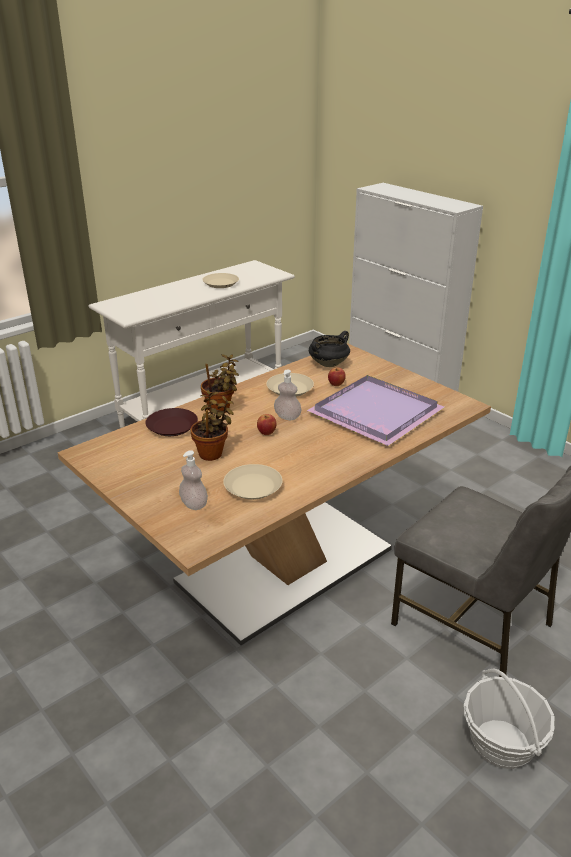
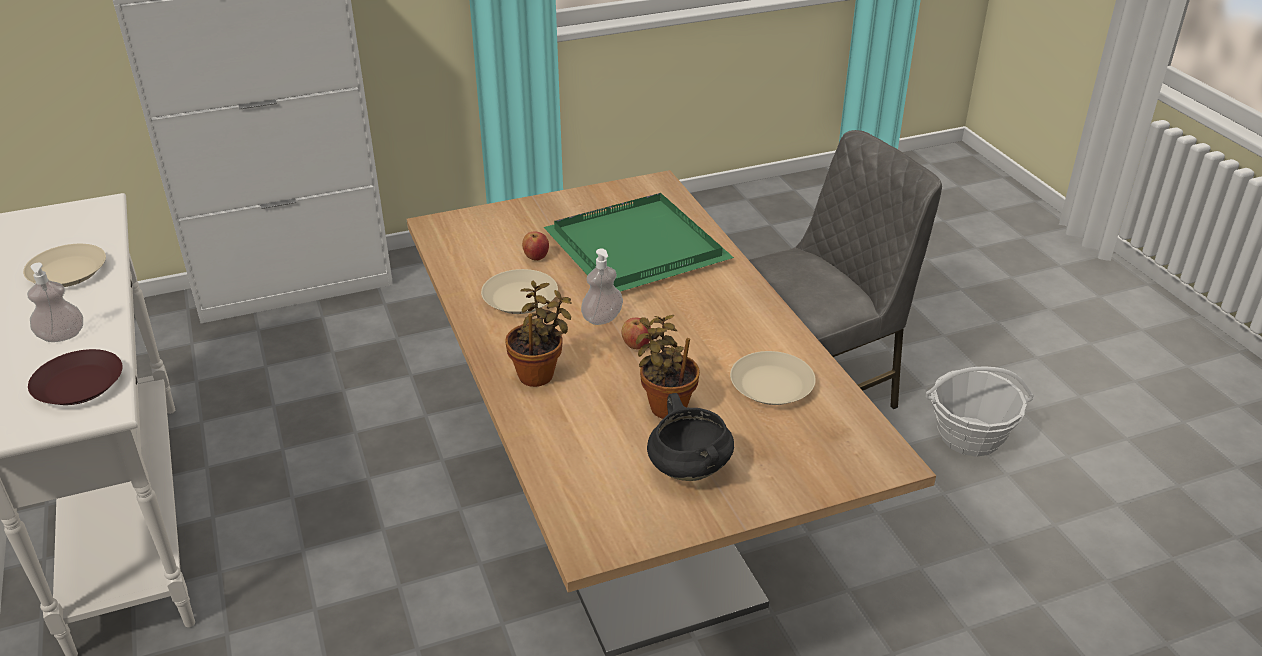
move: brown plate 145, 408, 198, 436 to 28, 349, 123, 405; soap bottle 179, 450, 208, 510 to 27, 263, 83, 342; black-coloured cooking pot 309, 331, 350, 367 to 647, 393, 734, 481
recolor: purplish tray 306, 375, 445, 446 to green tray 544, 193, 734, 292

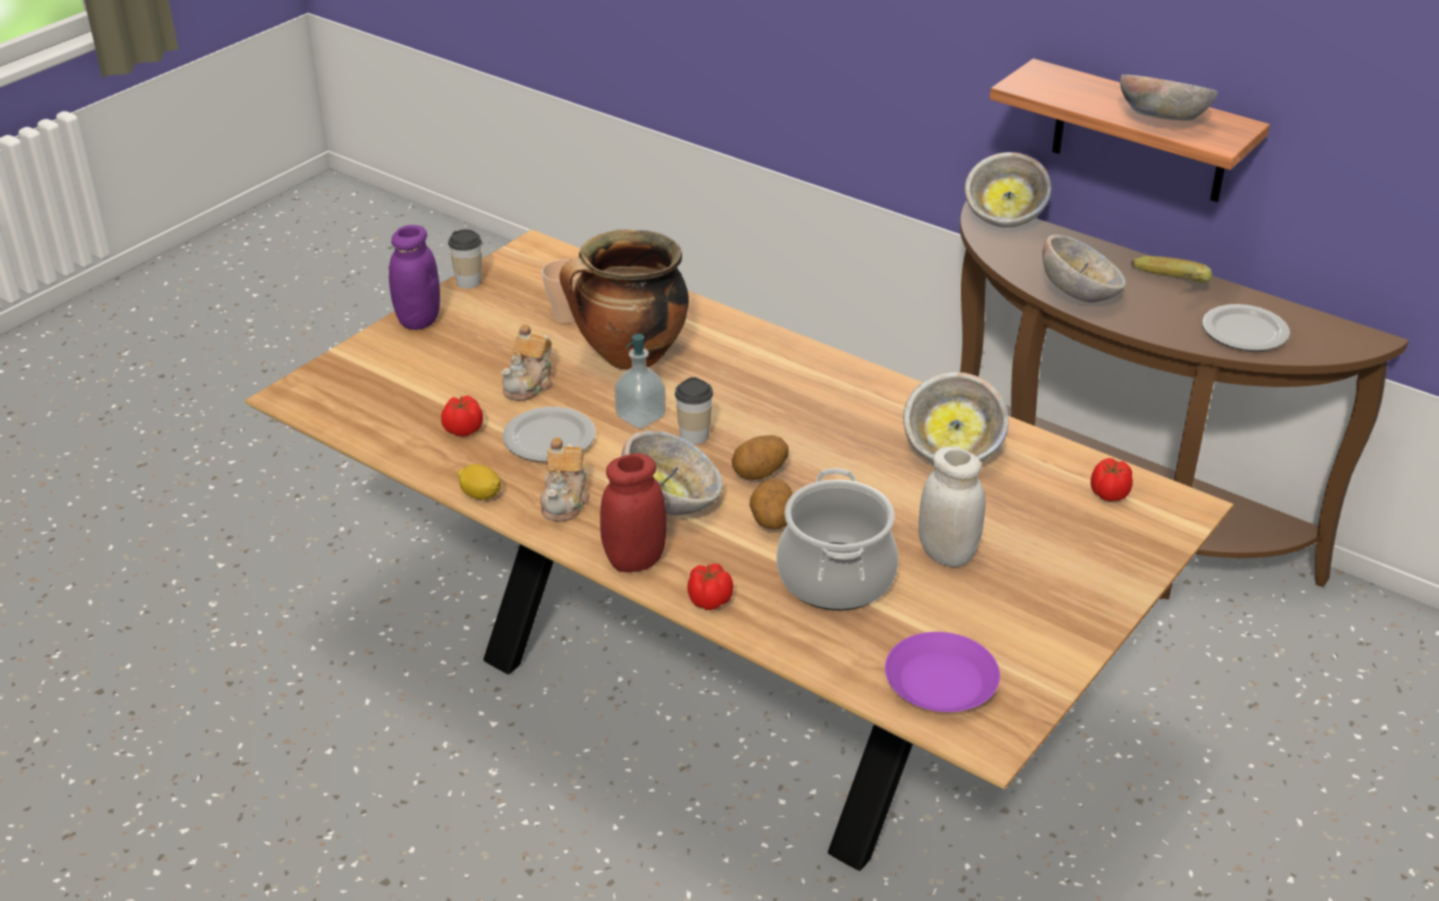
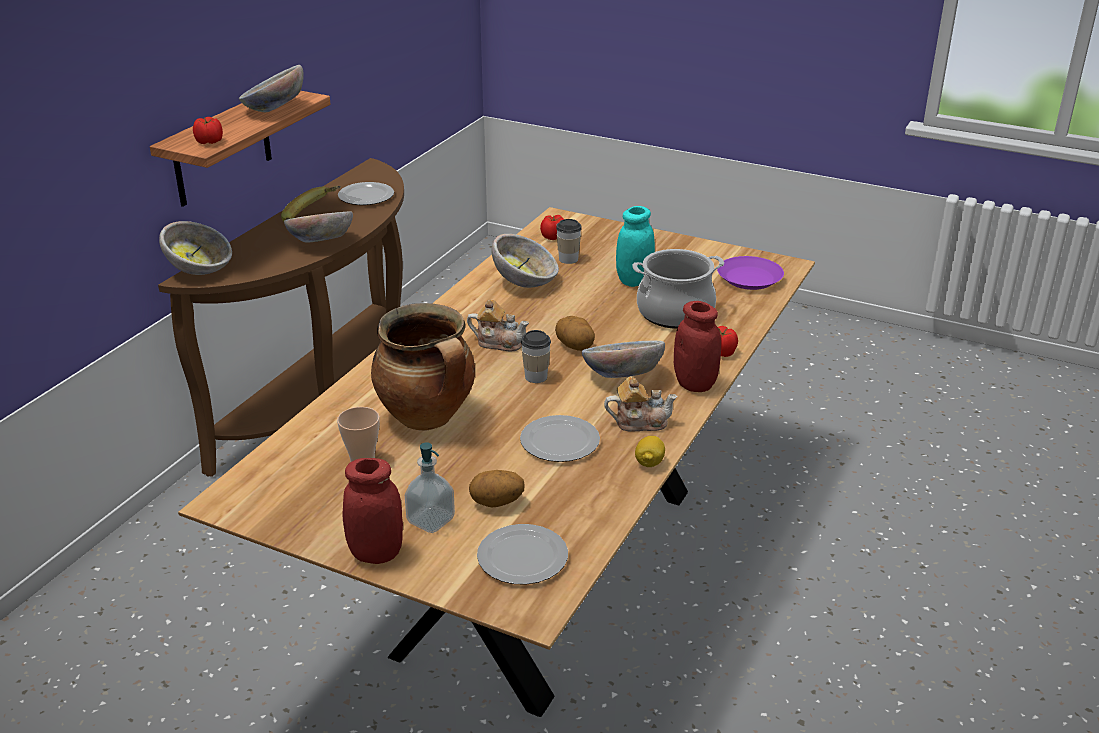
insert: plate 477, 524, 568, 585
move: fresh tomato 441, 395, 483, 437 to 193, 117, 223, 144; small cup 448, 229, 482, 289 to 556, 219, 582, 264; tea pot 501, 324, 553, 401 to 467, 299, 529, 351; soap bottle 614, 334, 666, 429 to 405, 443, 455, 533; whole potato 749, 478, 793, 529 to 469, 470, 524, 508
recolor: purplish storage jar 389, 225, 440, 330 to red-coloured storage jar 343, 458, 403, 564; white-coloured storage jar 919, 446, 986, 567 to blue-green storage jar 616, 206, 655, 287

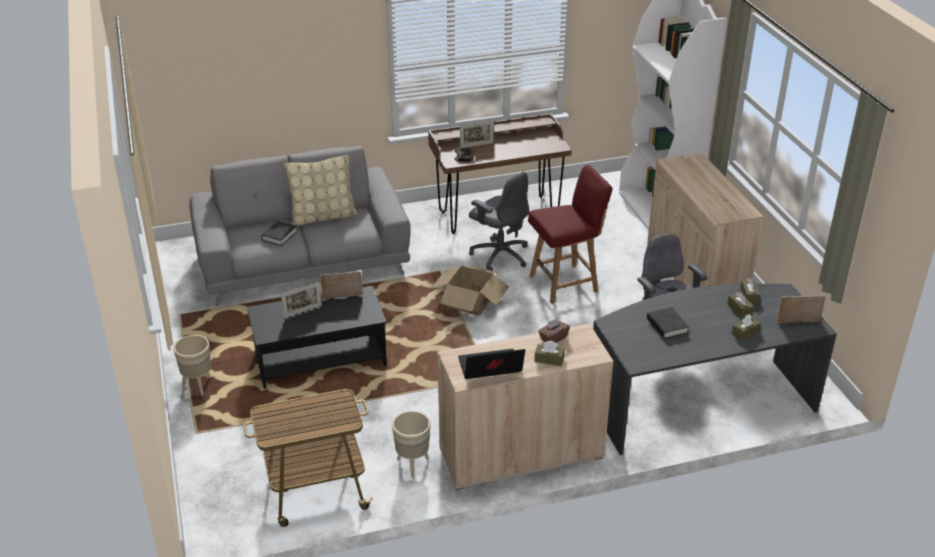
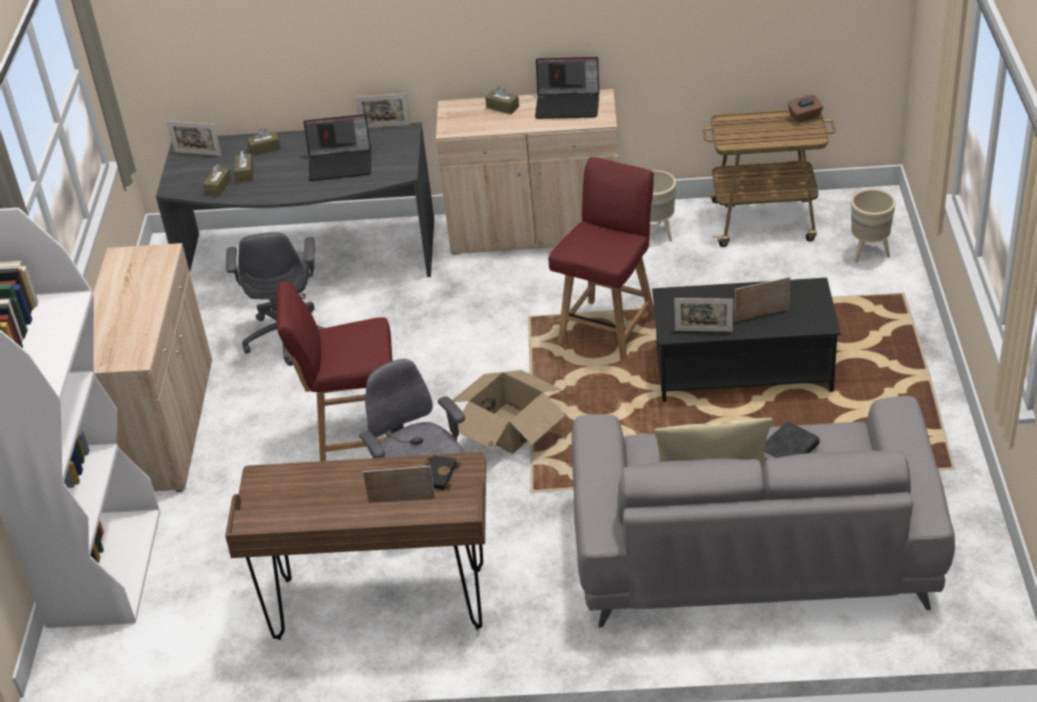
insert: standing frame 355, 94, 411, 128; red-coloured upright chair 548, 157, 655, 362
move: beige-coloured flower pot 173, 335, 211, 396 to 851, 189, 896, 263; brown tissue holder 538, 318, 570, 343 to 788, 95, 823, 123
replace: black-coloured bound book 647, 307, 689, 339 to notebook computer 303, 114, 371, 181

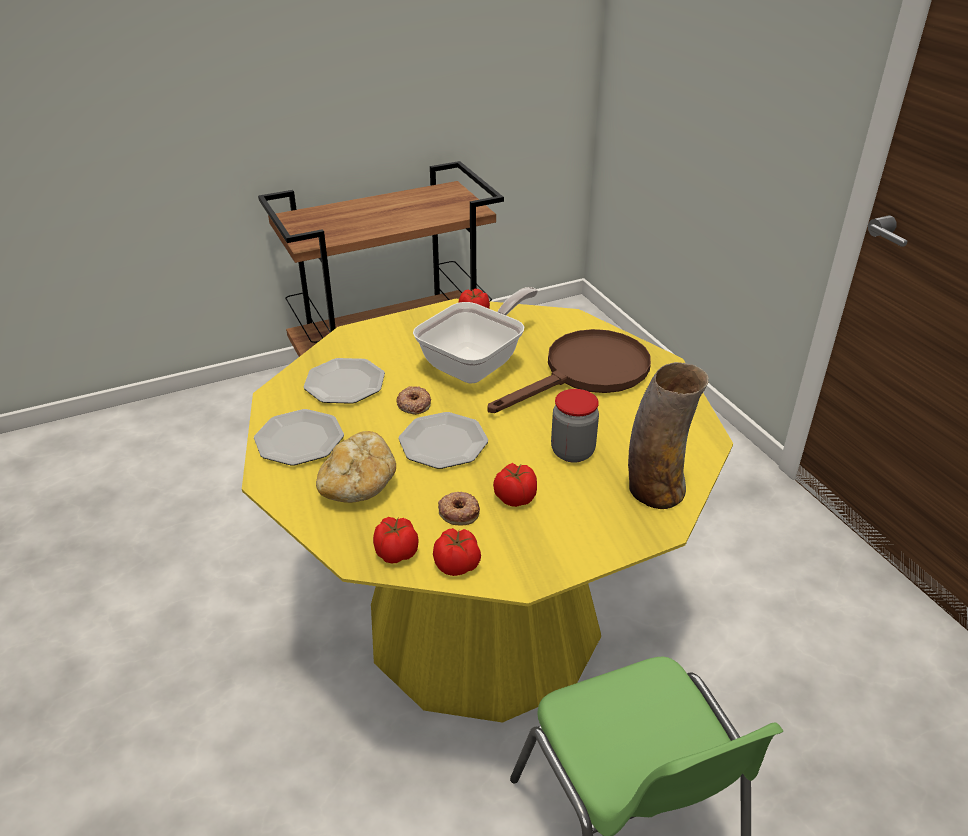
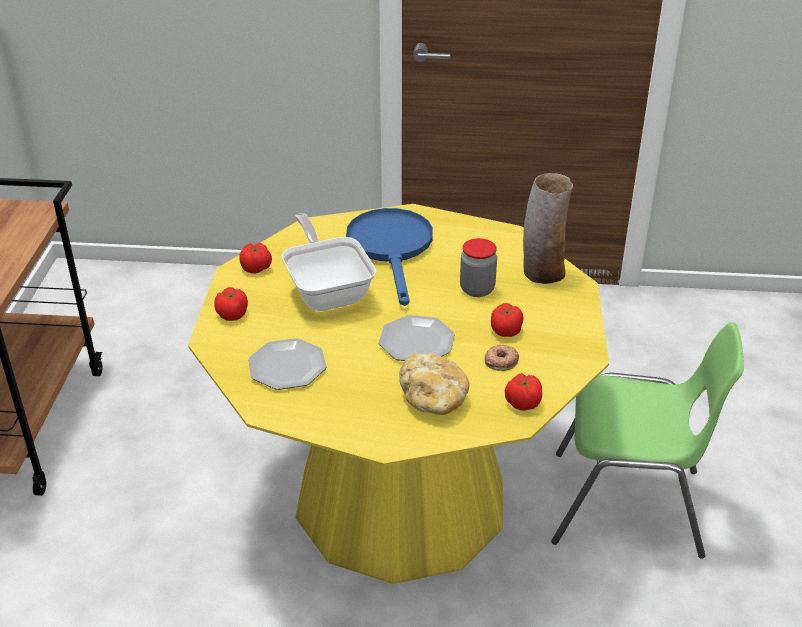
delete: plate 254, 409, 344, 465; donut 396, 386, 431, 415
move: fresh tomato 433, 528, 481, 576 to 214, 287, 248, 321
recolor: brown frying pan 487, 329, 651, 413 to bluish frying pan 346, 208, 433, 306

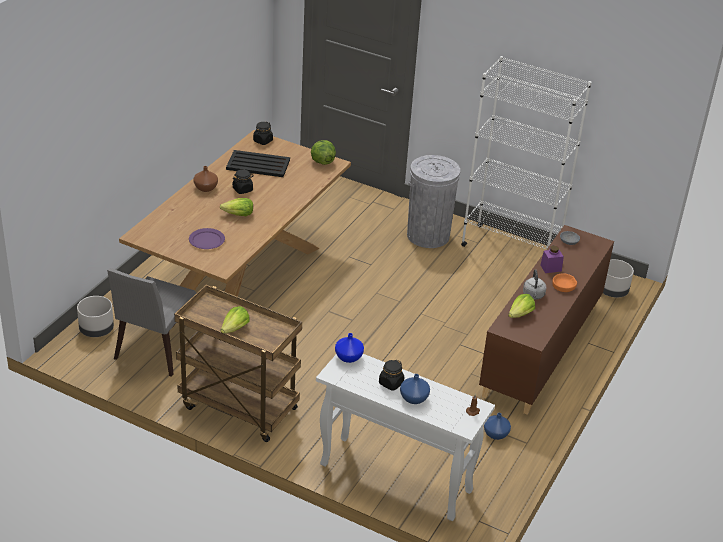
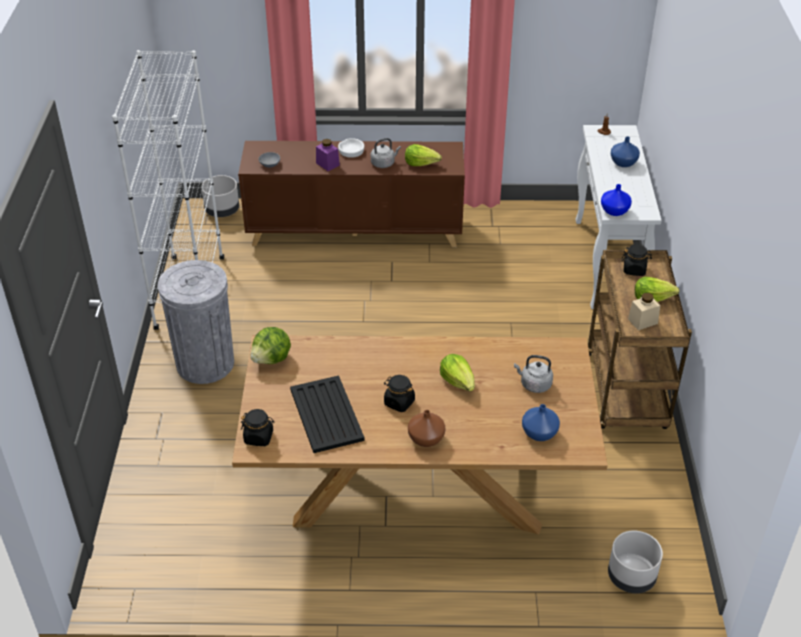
delete: greyish upright chair 107, 268, 197, 377
insert: beige-coloured storage jar 628, 293, 660, 330
move: black-coloured storage jar 379, 360, 404, 391 to 621, 244, 652, 276; bluish vase 484, 413, 511, 440 to 522, 404, 560, 441
replace: purplish plate 189, 228, 225, 249 to greyish tea kettle 514, 355, 553, 393
recolor: orangey bowl 552, 273, 577, 292 to white-coloured bowl 338, 138, 364, 158

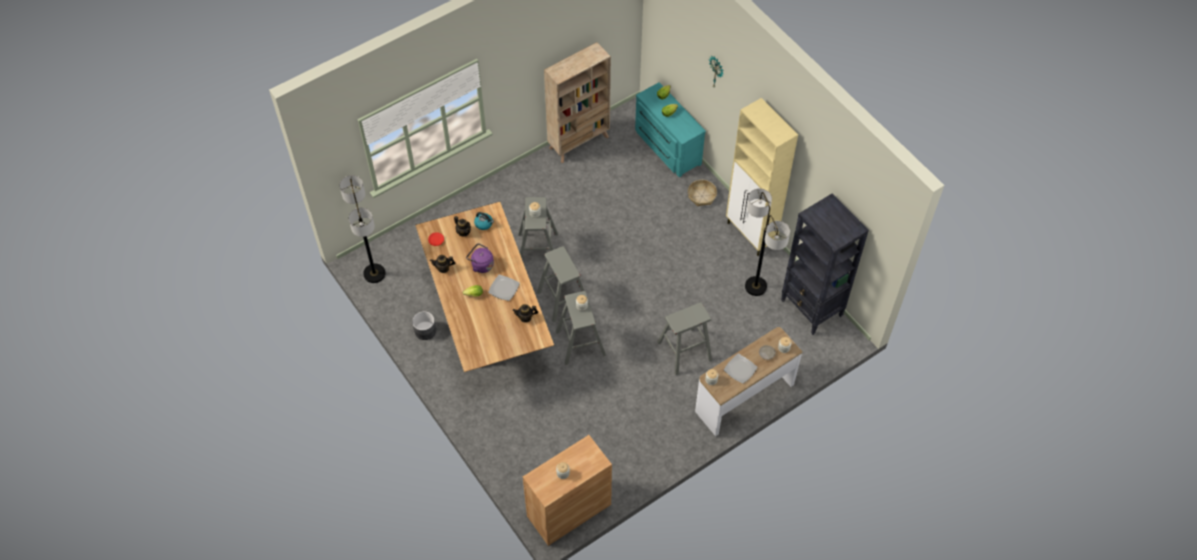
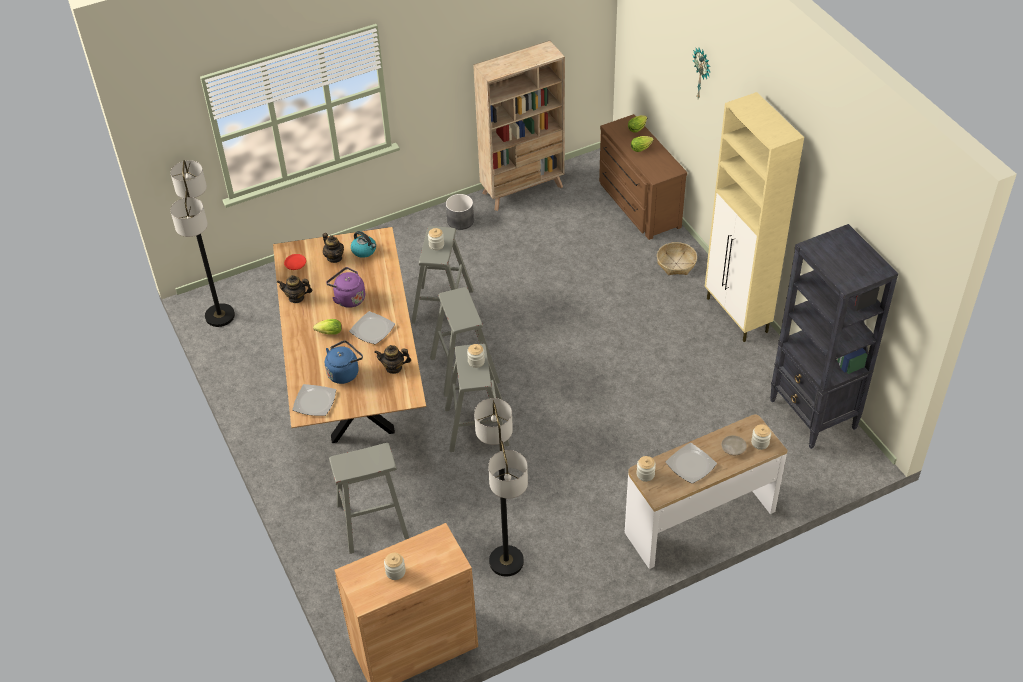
insert: plate 292, 384, 336, 416; bluish tea kettle 325, 340, 363, 384
move: greyish flower pot 412, 311, 436, 340 to 446, 194, 474, 230; greyish stool 657, 302, 712, 375 to 329, 443, 409, 554; standing lamp 745, 189, 790, 296 to 474, 398, 528, 576
recolor: blue-green drawer chest 635, 82, 706, 178 to brown drawer chest 599, 114, 687, 240

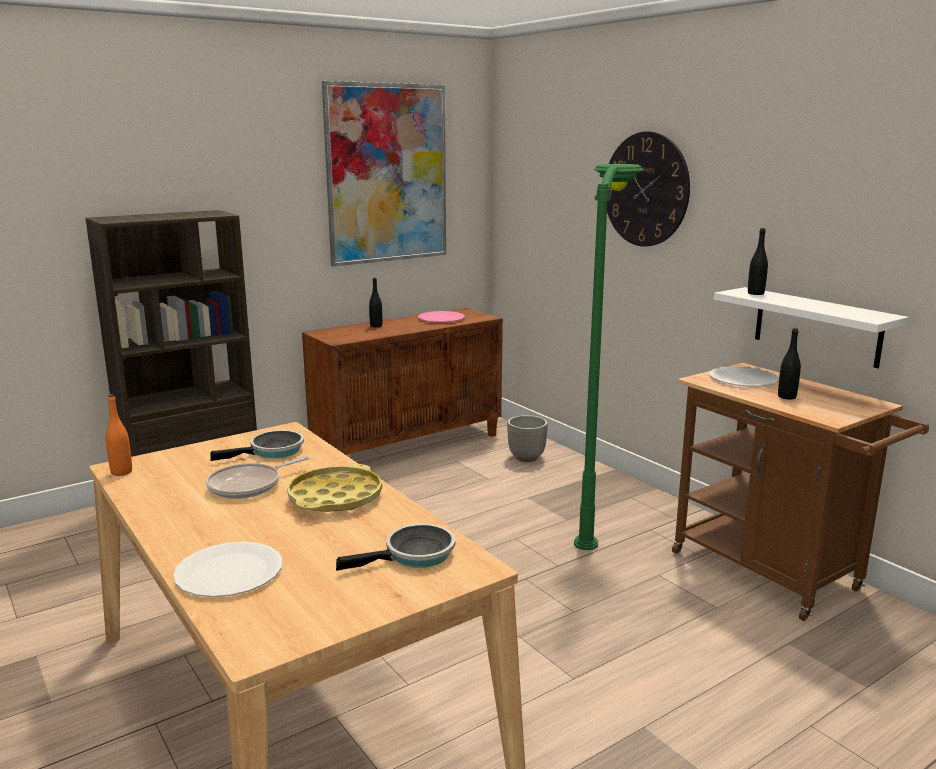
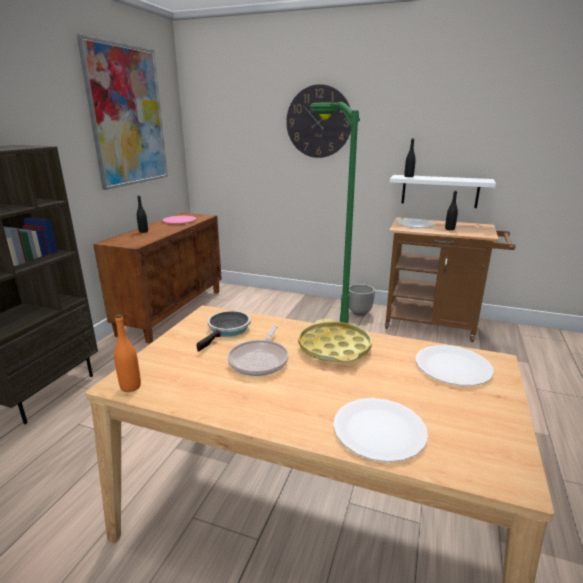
move: flower pot 507, 415, 548, 462 to 349, 284, 375, 316
replace: frying pan 336, 524, 455, 571 to white-coloured plate 416, 345, 494, 386

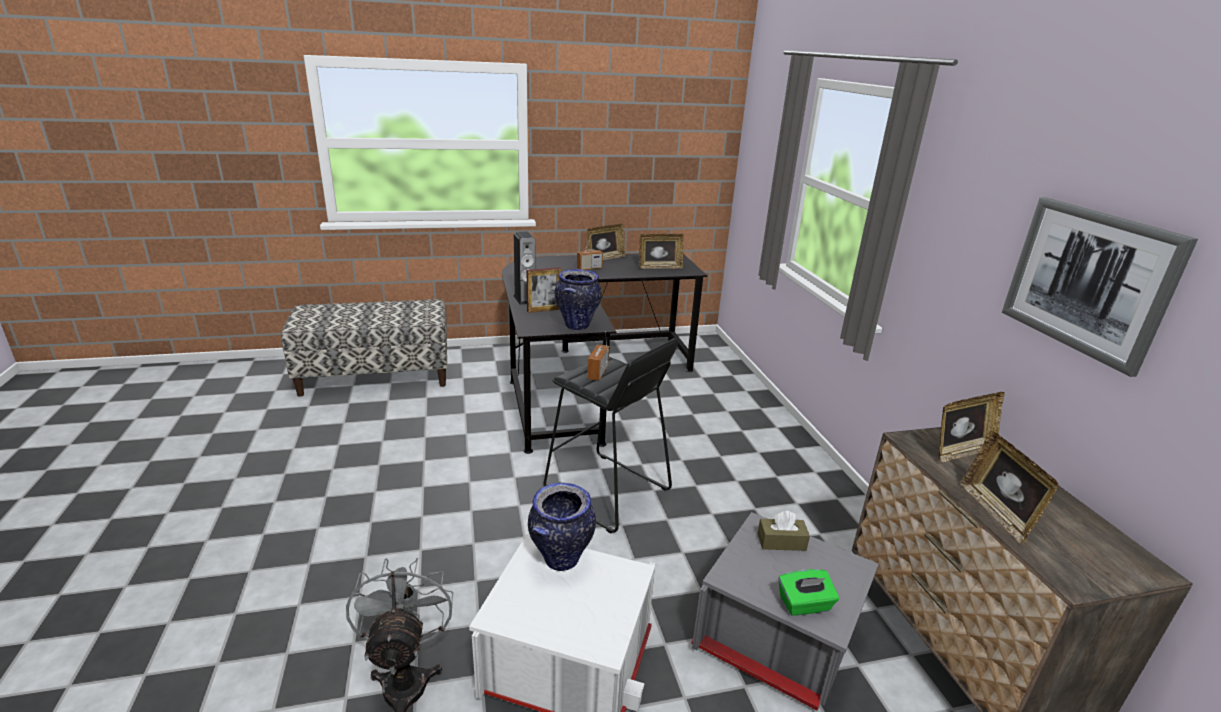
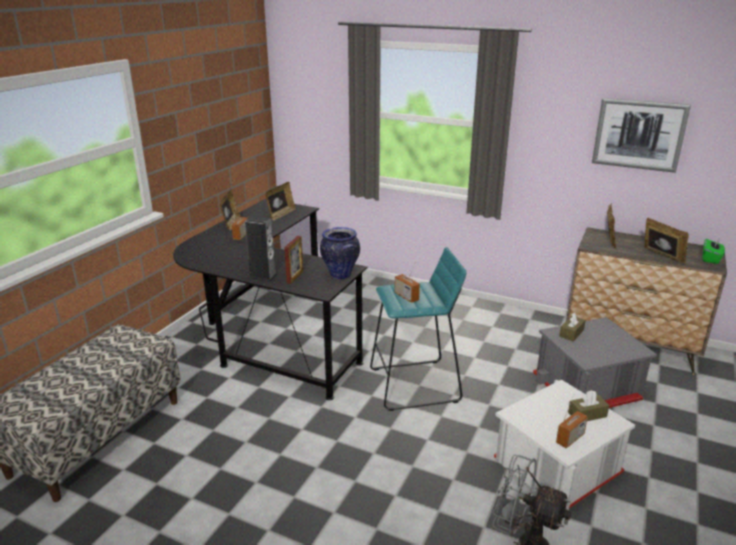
delete: vase 528, 482, 596, 571
insert: radio 556, 395, 588, 448; brown tissue holder 568, 390, 609, 421
move: green tissue holder 779, 569, 839, 616 to 702, 238, 725, 264
recolor: black-coloured stool 544, 338, 678, 534 to blue-green stool 370, 247, 466, 411
rotate: standing frame 961, 431, 1058, 544 = 644, 218, 689, 263 150 degrees counterclockwise

